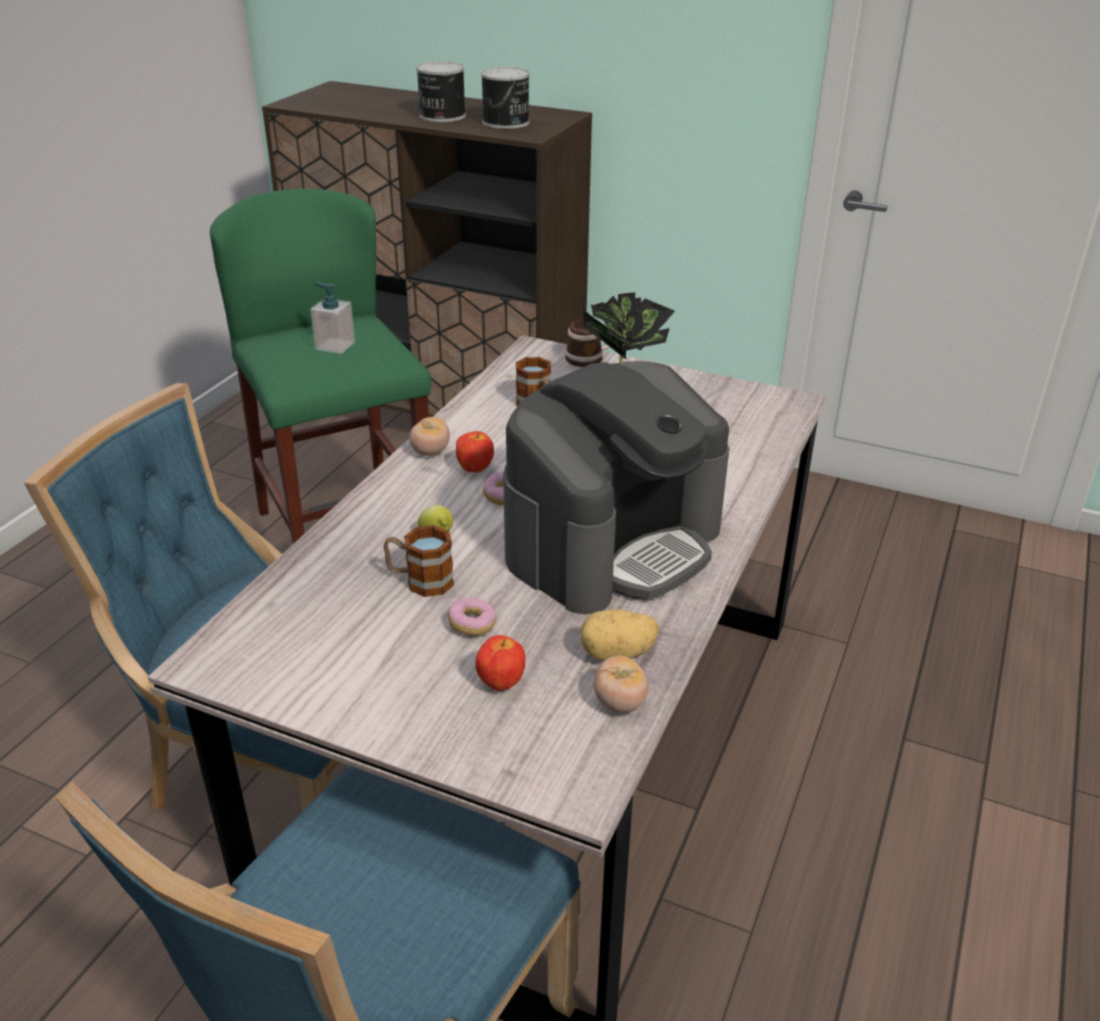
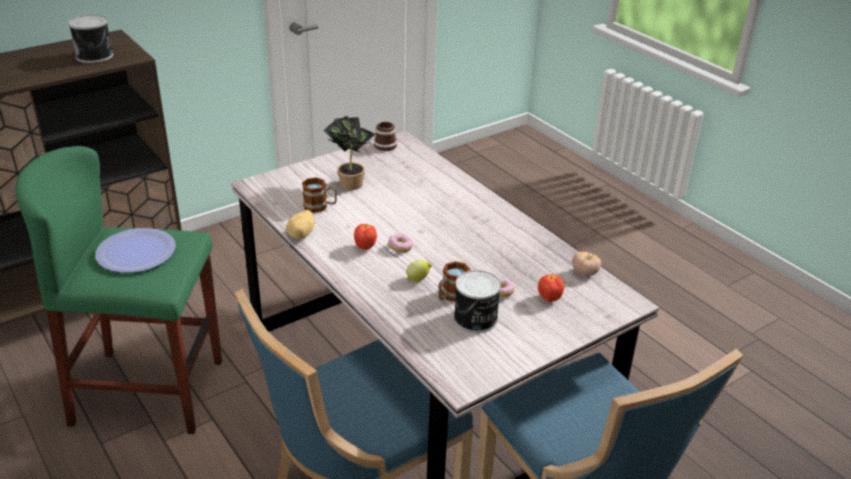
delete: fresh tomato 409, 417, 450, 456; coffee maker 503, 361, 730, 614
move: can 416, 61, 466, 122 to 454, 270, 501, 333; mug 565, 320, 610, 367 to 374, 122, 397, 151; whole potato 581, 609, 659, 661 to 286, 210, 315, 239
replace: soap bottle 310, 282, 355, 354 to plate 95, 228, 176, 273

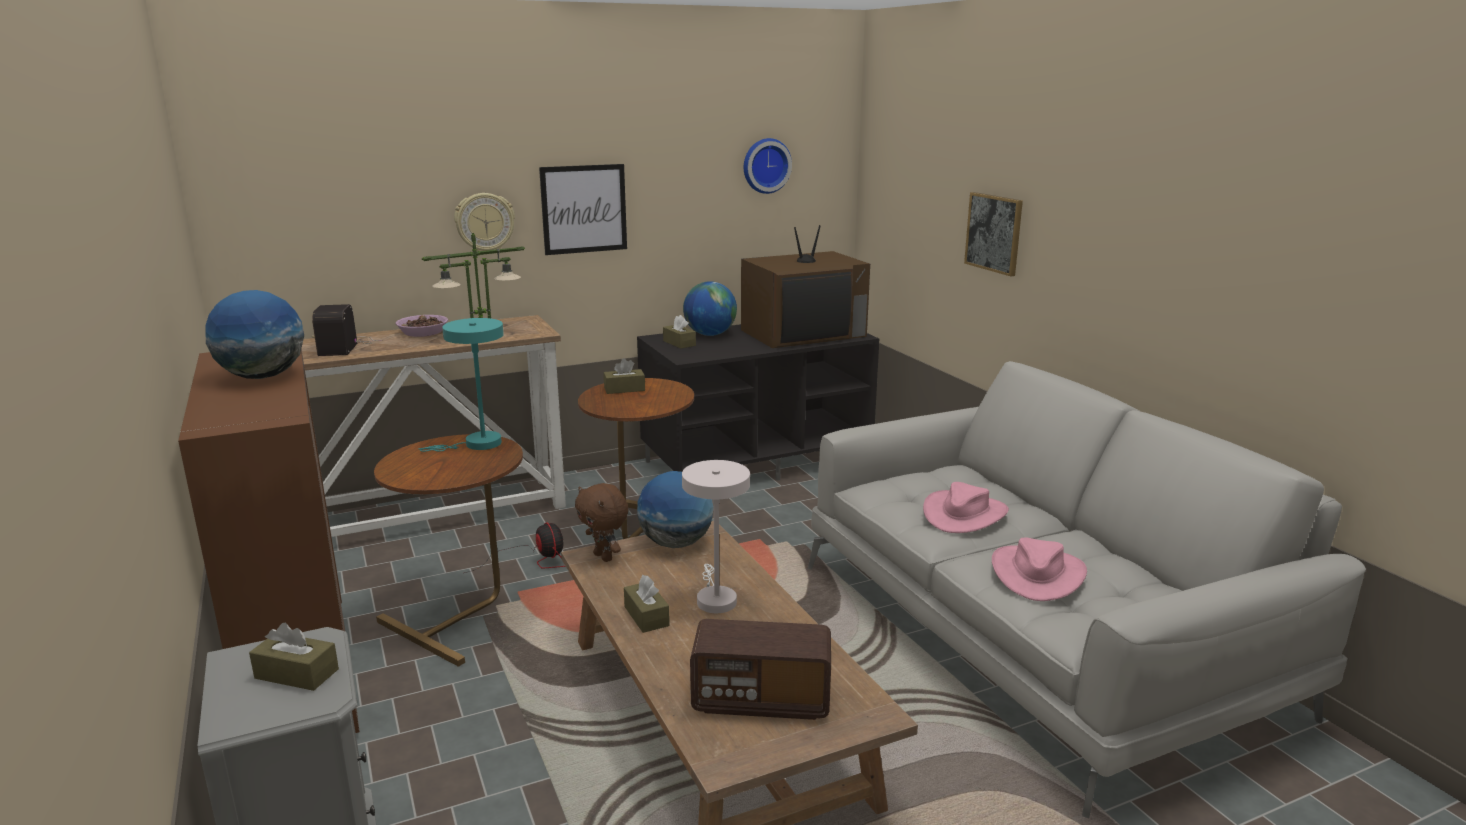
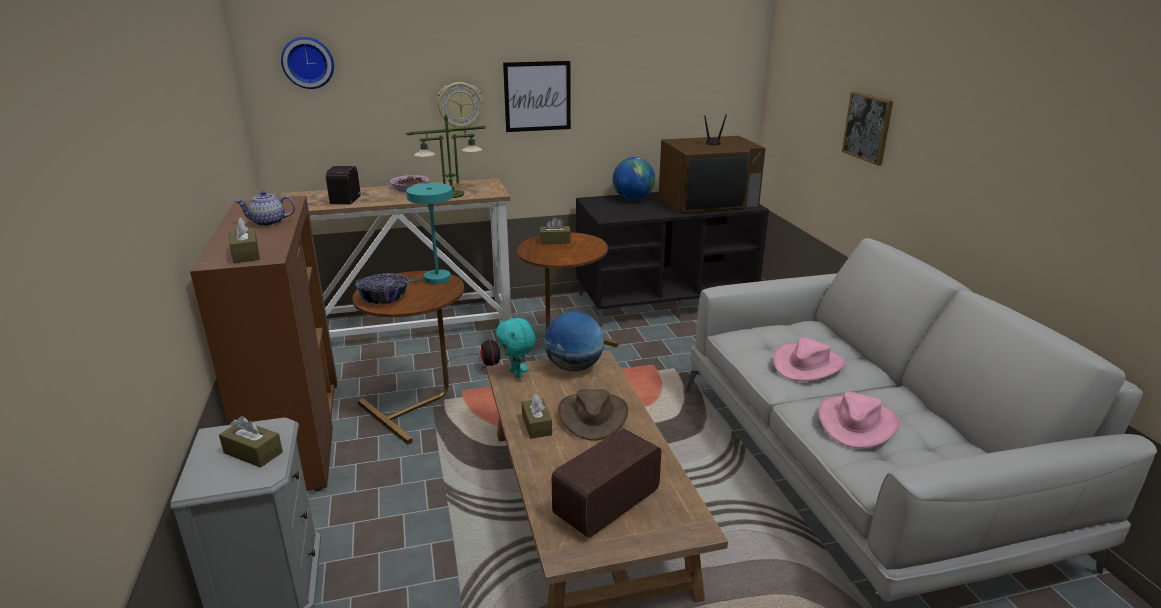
insert: bowl 355, 273, 409, 304
move: brown tissue holder 663, 315, 696, 349 to 229, 217, 260, 263; hanging clock 744, 138, 792, 194 to 281, 37, 334, 89
replace: desk globe 205, 290, 304, 379 to tea pot 235, 191, 295, 226; white-coloured lamp for a table 682, 460, 750, 613 to brown hat 558, 389, 628, 441
recolor: brown plush toy 575, 483, 629, 562 to blue-green plush toy 496, 318, 536, 378
rotate: radio 690, 619, 831, 720 = 551, 428, 661, 538 120 degrees clockwise

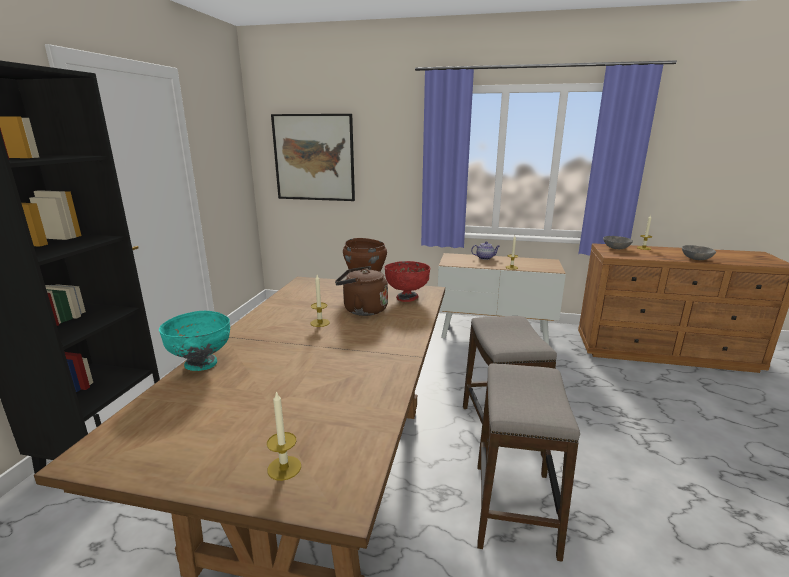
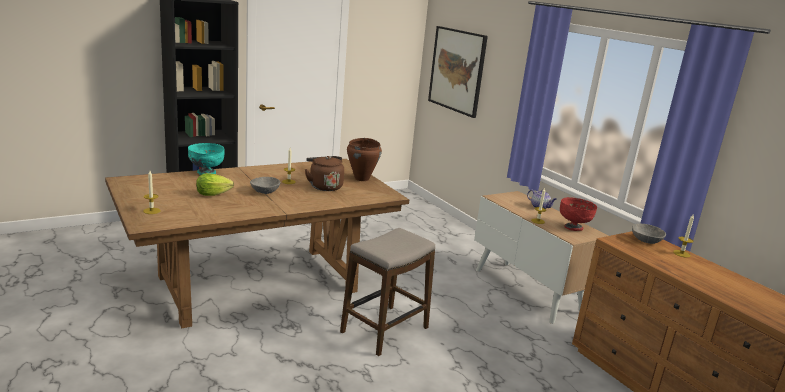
delete: stool 477, 364, 580, 561
insert: lettuce head 196, 173, 234, 196
move: red-coloured bowl 385, 261, 430, 302 to 560, 197, 597, 231; greyish bowl 682, 245, 716, 260 to 250, 177, 280, 194

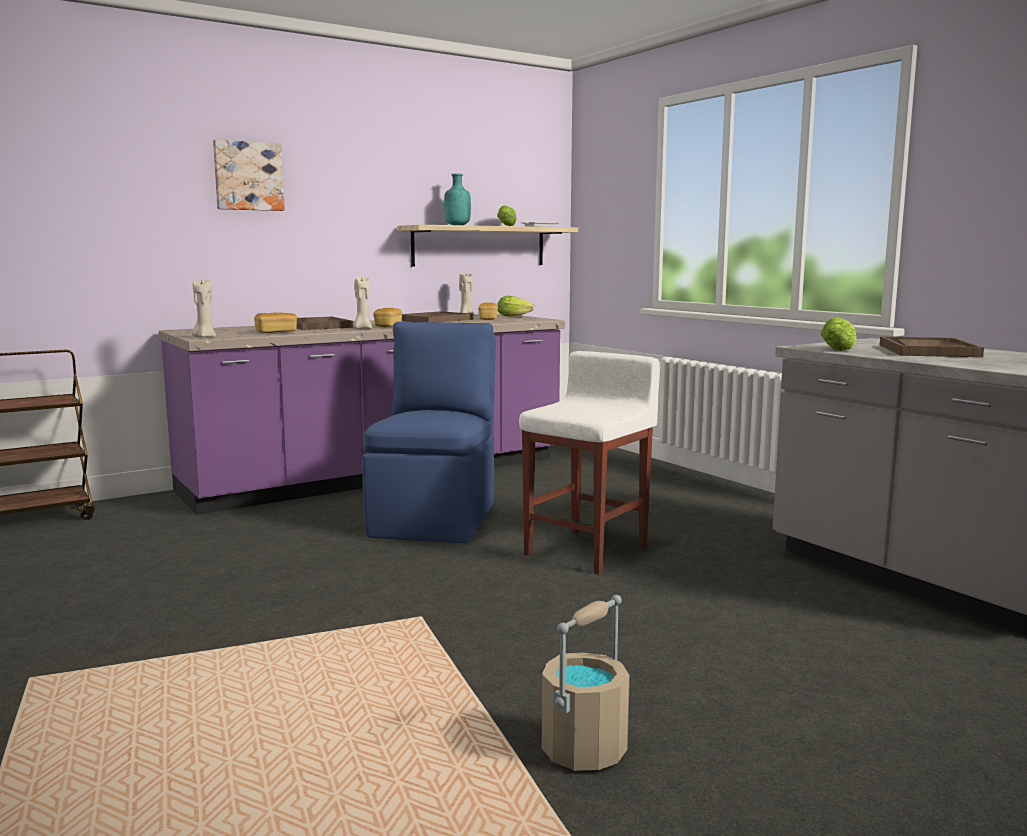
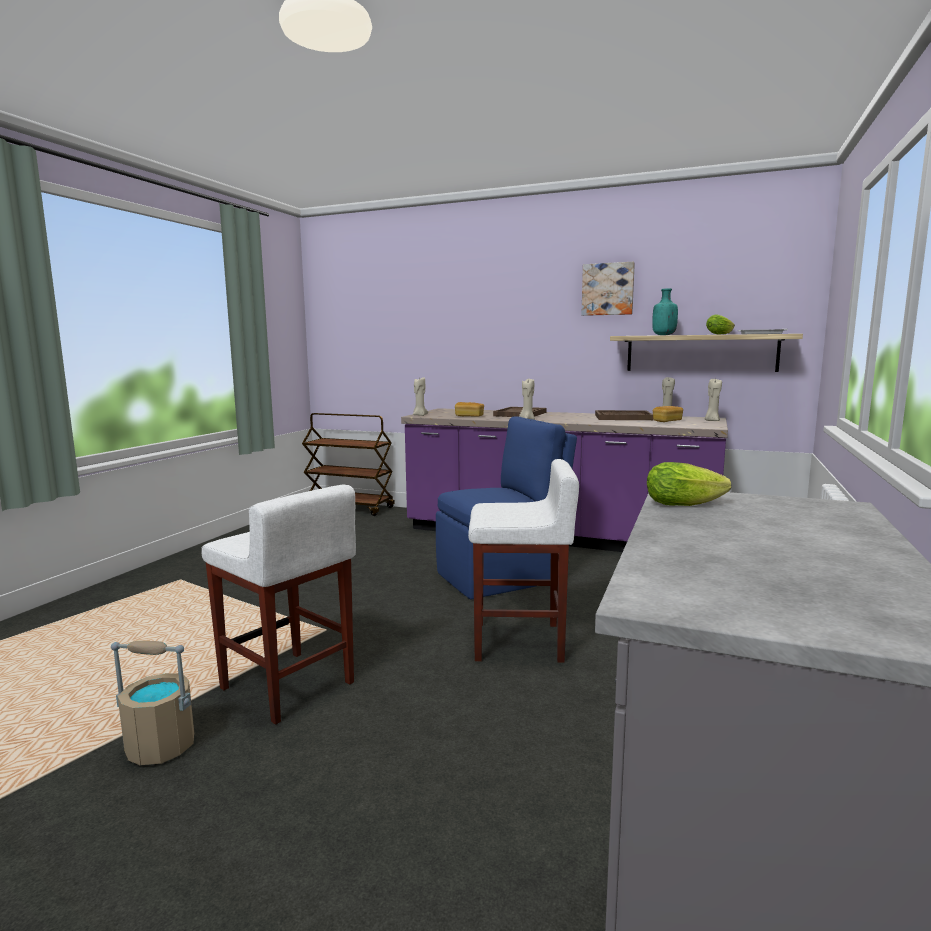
delete: baked bread 373, 308, 402, 327; brown tray 880, 336, 984, 357
insert: white-coloured stool 201, 485, 356, 724
move: wall art 213, 139, 285, 211 to 581, 262, 635, 316
replace: lettuce head 497, 296, 534, 316 to beige-coloured wax light 705, 378, 722, 421

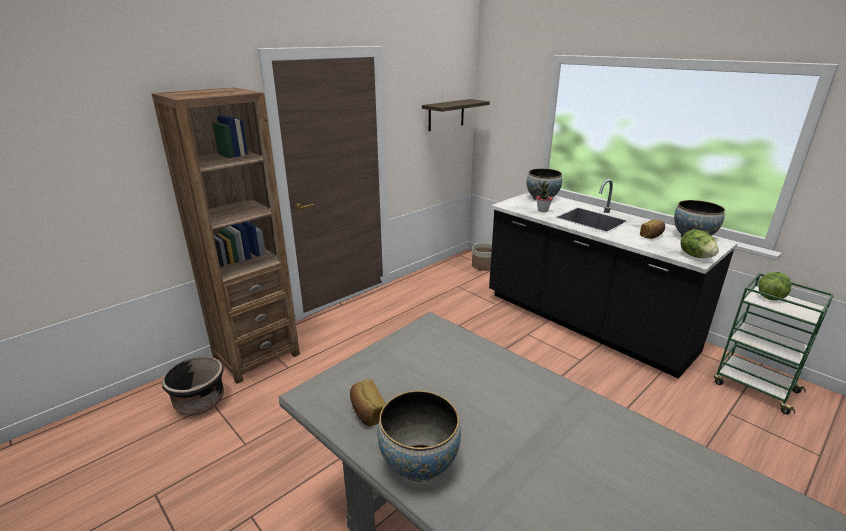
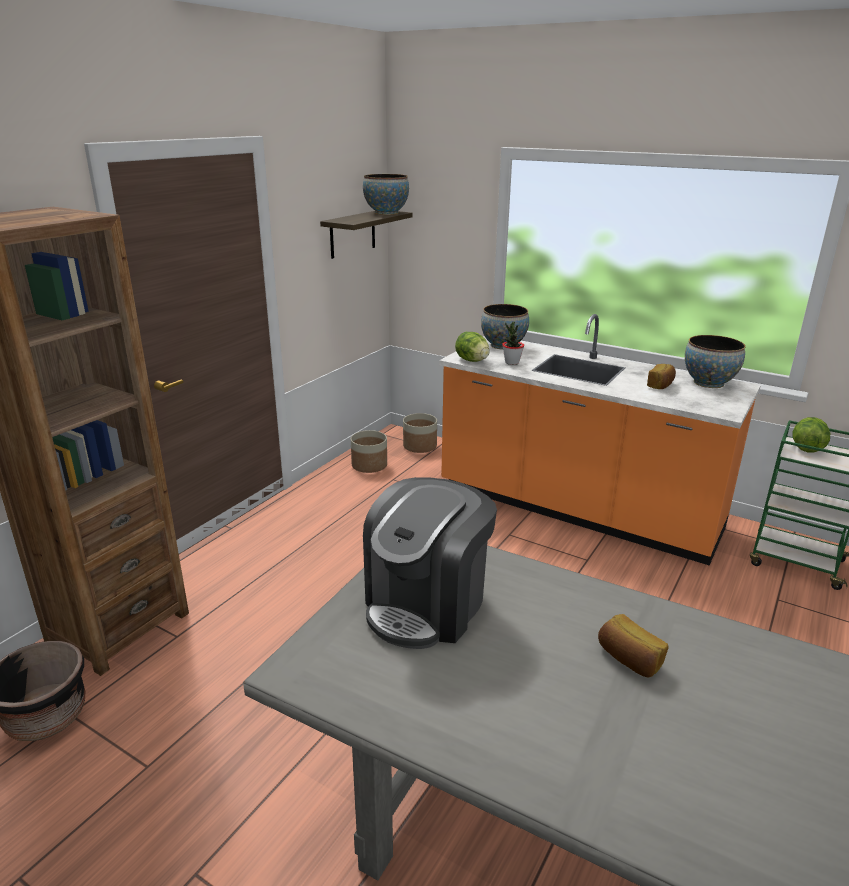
insert: flower pot 351, 430, 387, 473; coffee maker 363, 477, 497, 649
move: baked bread 350, 380, 385, 426 to 598, 614, 668, 677; bowl 377, 391, 461, 482 to 363, 174, 409, 215; lettuce head 681, 229, 719, 258 to 455, 332, 490, 362
recolor: black-coloured counter 489, 179, 738, 379 to orangey counter 439, 314, 761, 566

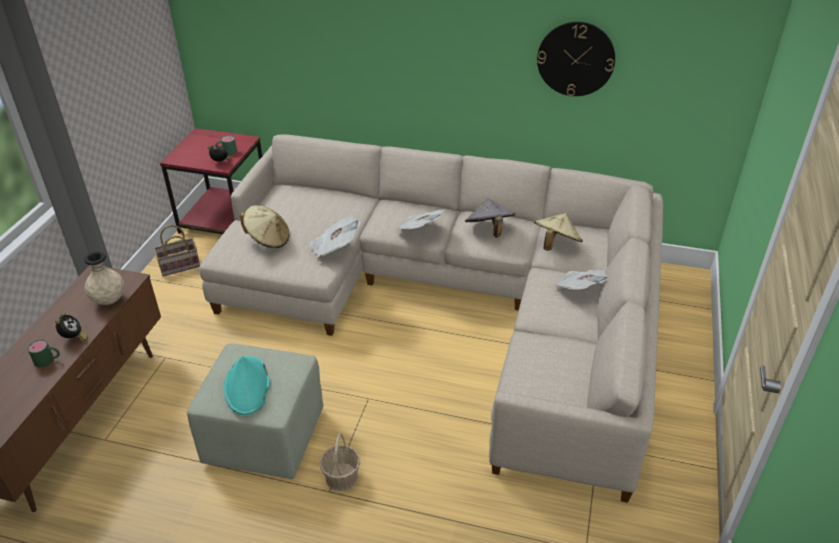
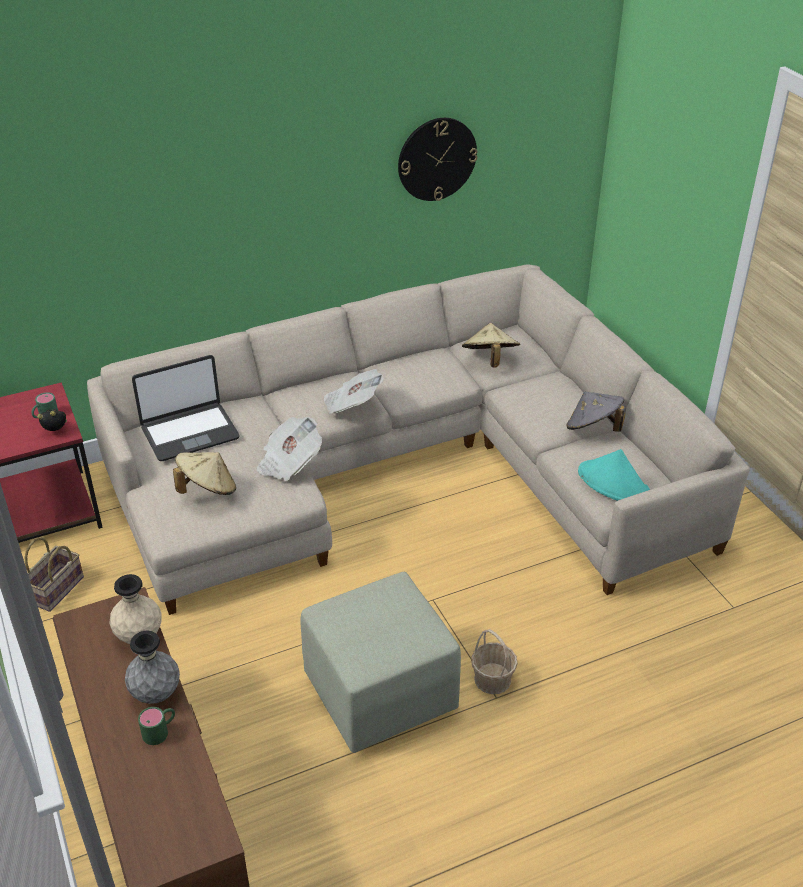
delete: printed paper 554, 269, 608, 290
insert: notebook computer 132, 355, 239, 461
move: blue-green hat 224, 356, 270, 415 to 578, 449, 650, 501; greyish hat 465, 198, 515, 237 to 567, 391, 626, 432
replace: table clock 55, 312, 88, 342 to greyish vase 125, 631, 180, 704

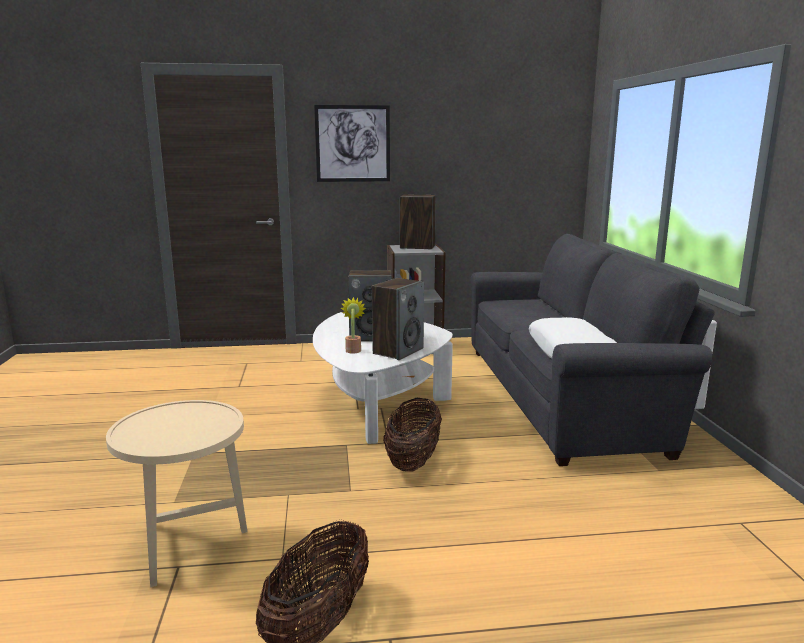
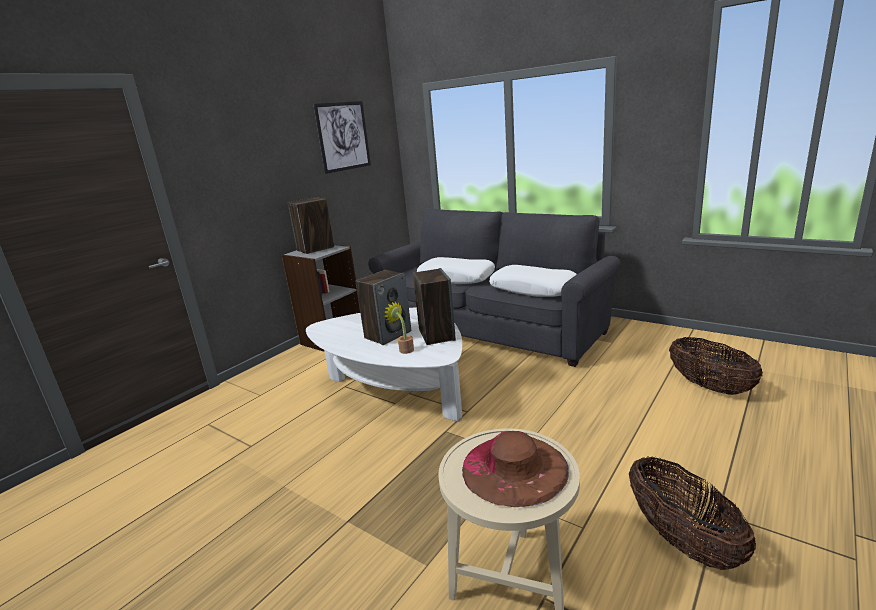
insert: white-coloured cushion 417, 257, 495, 284; brown hat 462, 431, 569, 507
move: wall art 314, 105, 390, 182 to 313, 101, 371, 174; storage basket 383, 398, 442, 472 to 669, 337, 763, 395

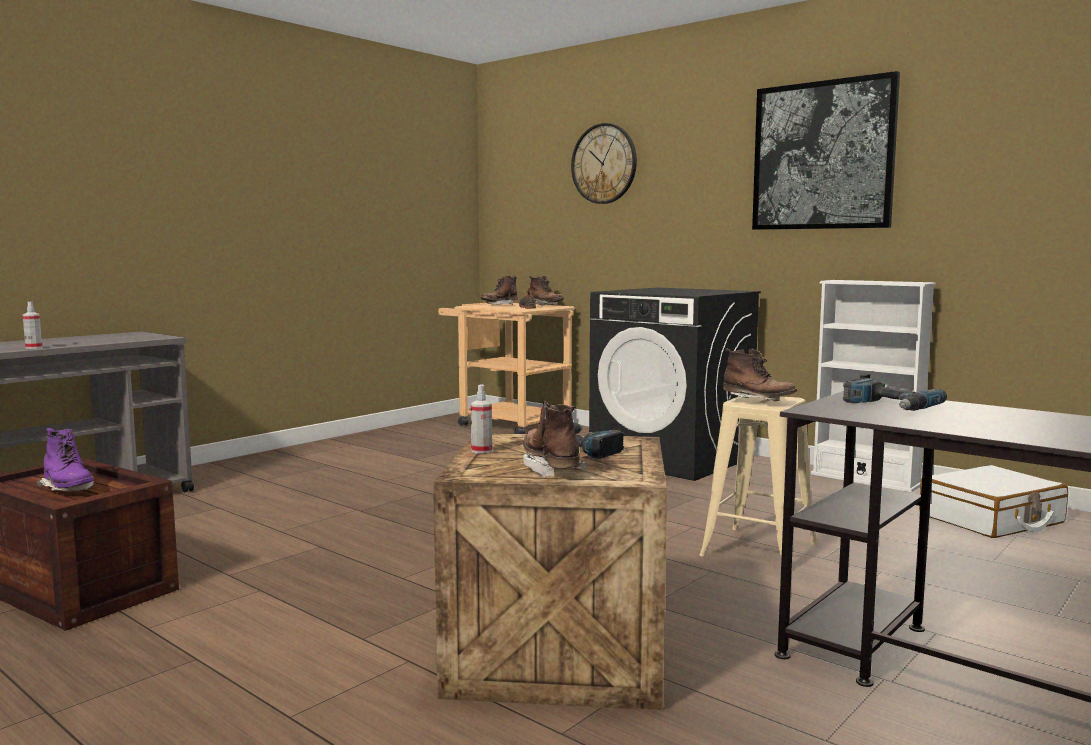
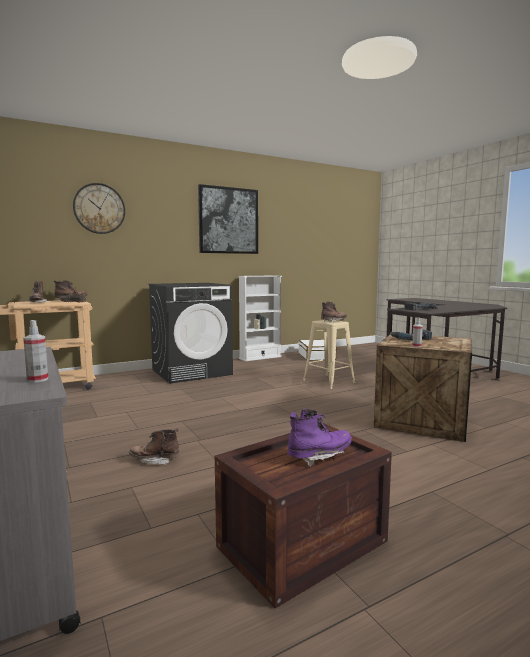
move: brown boot 523, 401, 586, 477 to 129, 428, 179, 465

